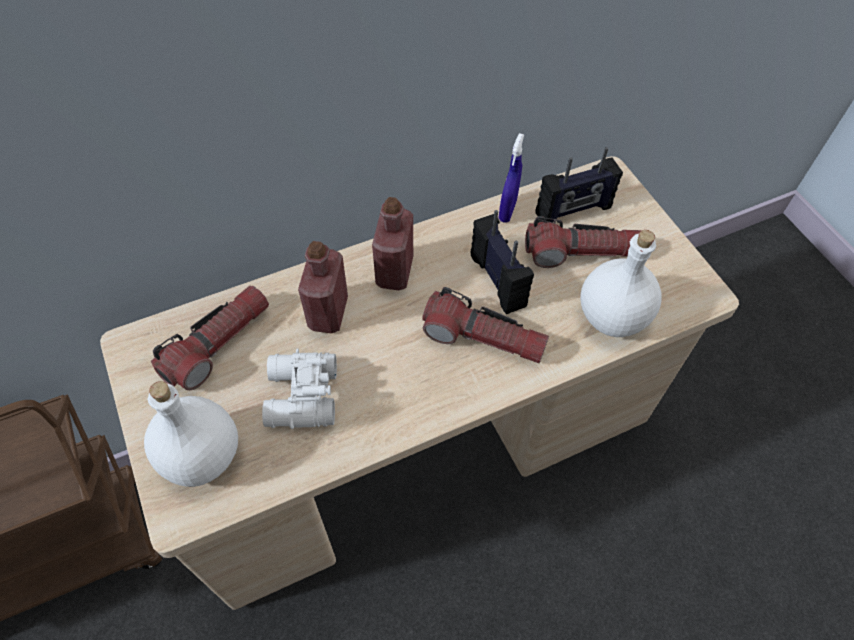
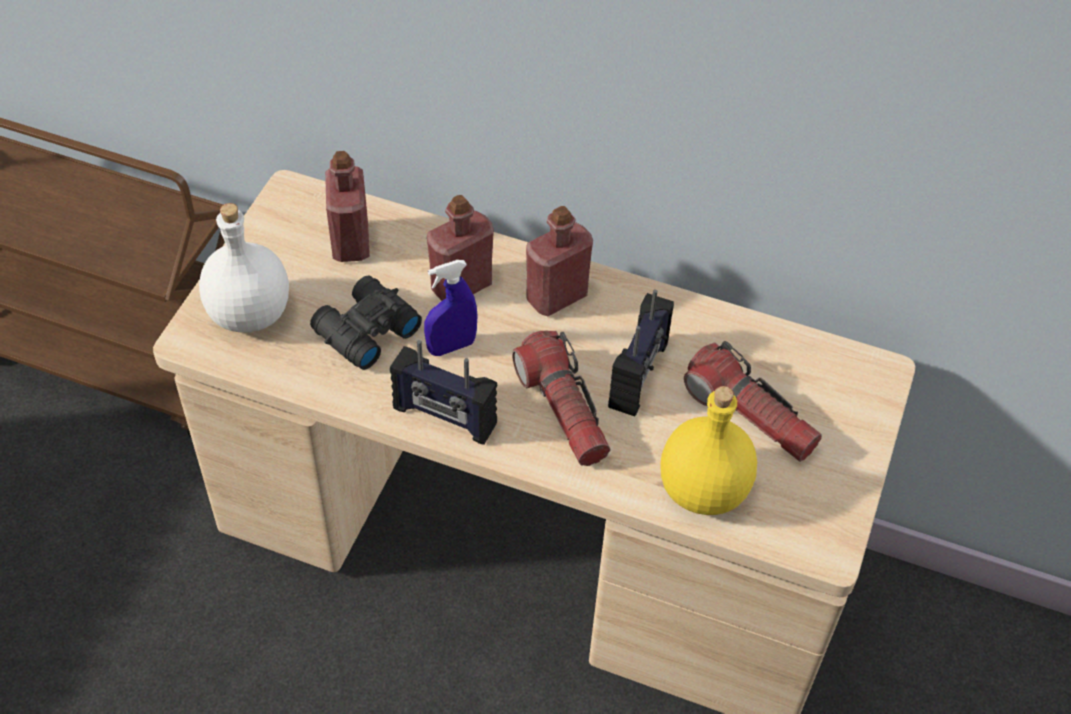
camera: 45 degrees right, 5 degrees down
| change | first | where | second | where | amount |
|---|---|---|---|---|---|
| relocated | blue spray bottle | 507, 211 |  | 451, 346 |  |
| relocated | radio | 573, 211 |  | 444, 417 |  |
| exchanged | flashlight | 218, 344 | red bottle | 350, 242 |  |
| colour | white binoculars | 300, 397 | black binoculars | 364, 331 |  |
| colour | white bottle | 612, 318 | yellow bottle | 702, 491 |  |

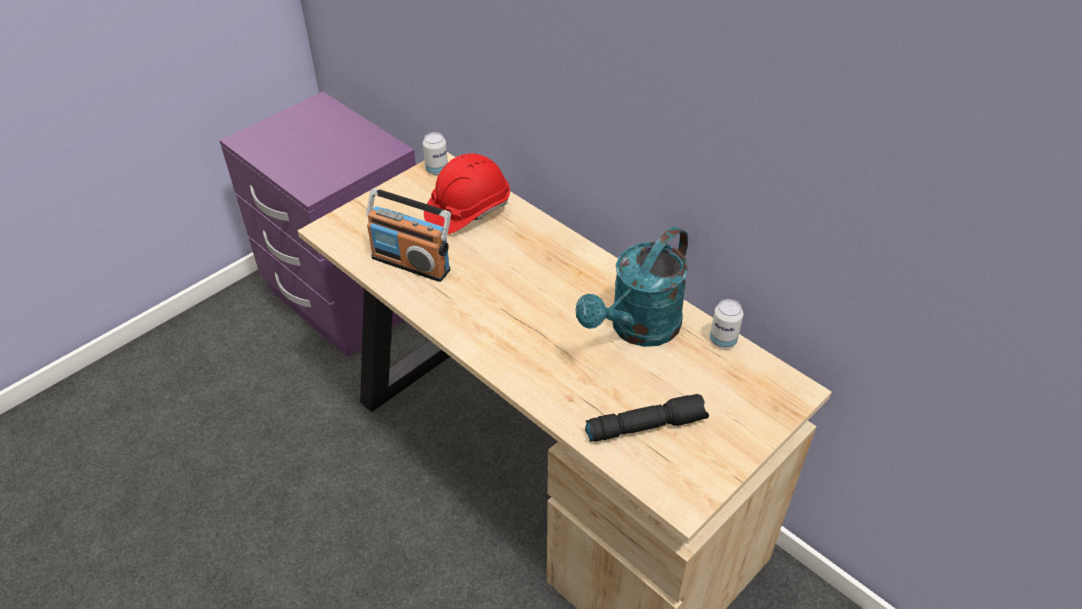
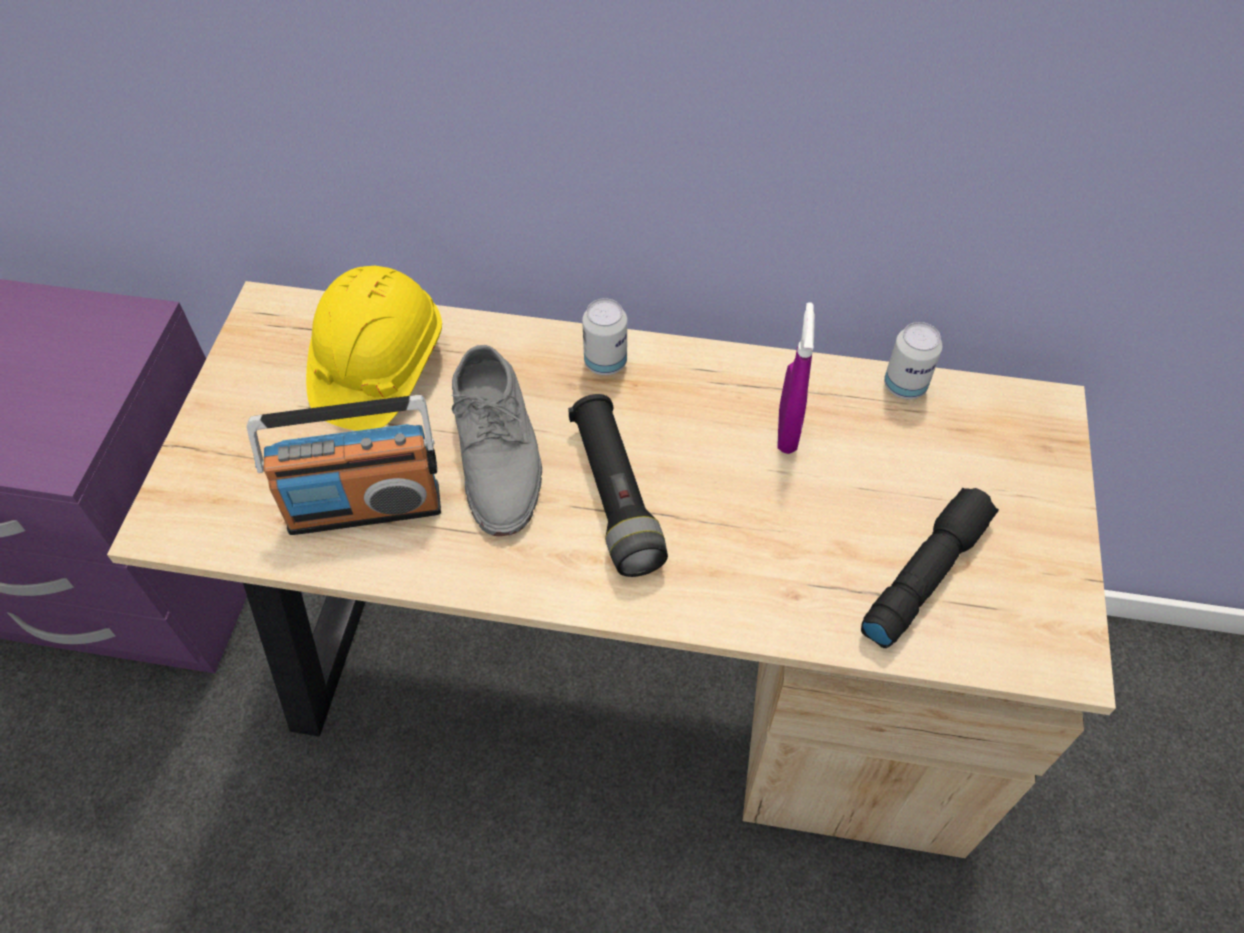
camera: 35 degrees left, 10 degrees up
| change | first | where | second | where | amount |
|---|---|---|---|---|---|
| appeared |  |  | grey shoe | 498, 451 |  |
| appeared |  |  | black flashlight | 615, 496 |  |
| relocated | can | 437, 170 |  | 605, 362 |  |
| exchanged | turquoise watering can | 637, 329 | purple spray bottle | 787, 431 |  |
| colour | red hard hat | 467, 210 | yellow hard hat | 378, 368 |  |

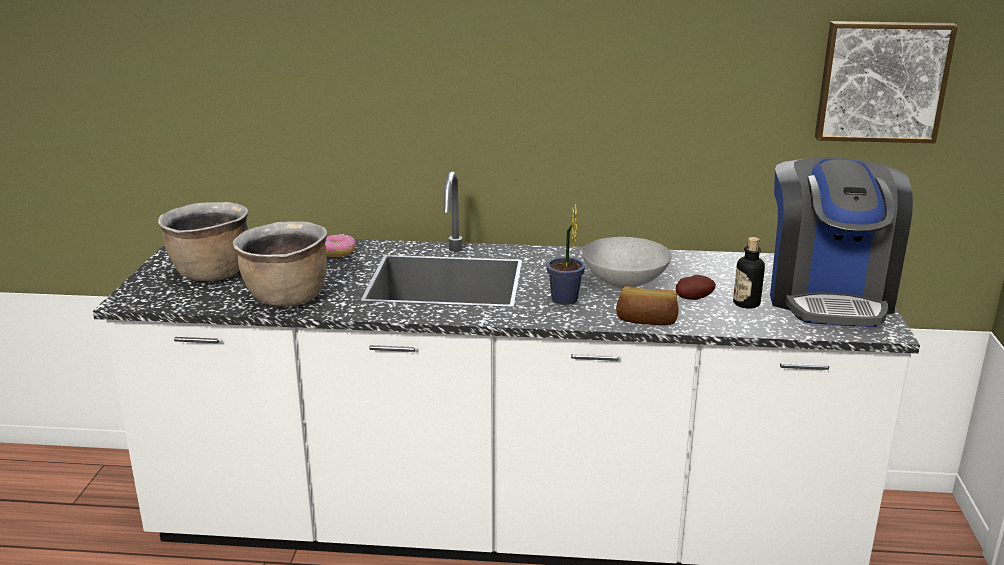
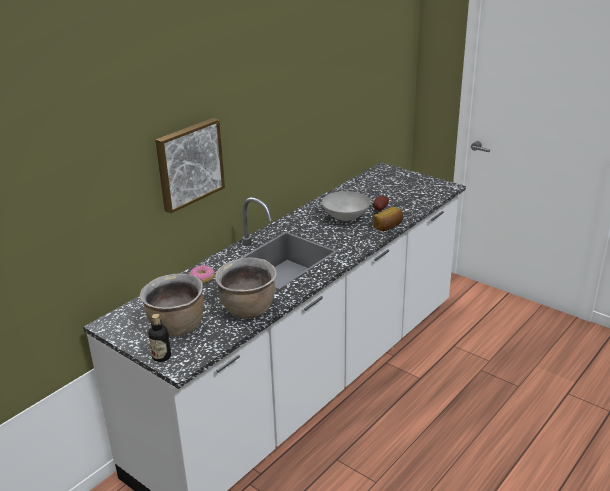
camera: 55 degrees left, 5 degrees up
| change | first | where | second | where | amount |
|---|---|---|---|---|---|
| missing | potted plant | 564, 301 |  |  |  |
| missing | coffee machine | 828, 296 |  |  |  |
| relocated | bottle | 746, 303 |  | 161, 356 |  |
| relocated | picture | 881, 81 |  | 188, 164 |  |

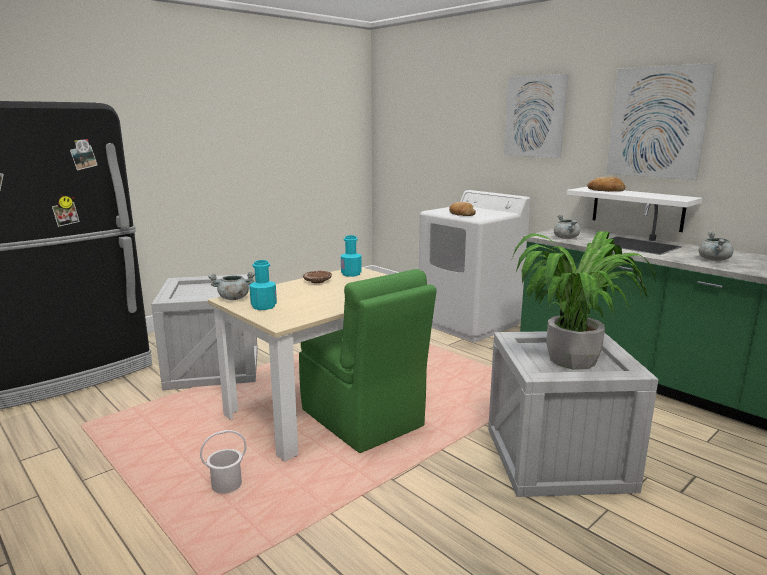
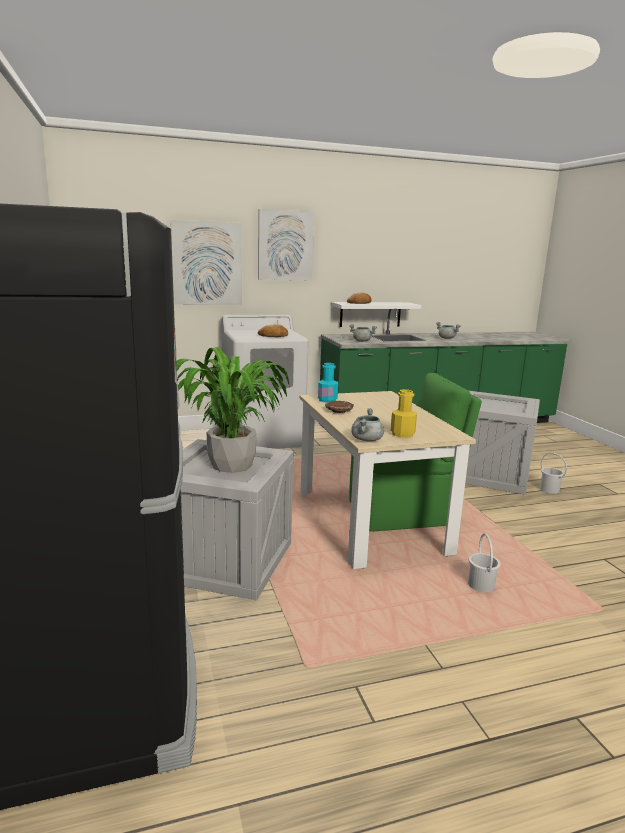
camera: 65 degrees left, 0 degrees up
| change | first | where | second | where | amount |
|---|---|---|---|---|---|
| appeared |  |  | white bucket | 549, 489 |  |
| relocated | potted plant | 572, 361 |  | 232, 465 |  |
| relocated | picture | 657, 122 |  | 207, 263 |  |
| colour | turquoise bottle | 264, 306 | yellow bottle | 402, 434 |  |

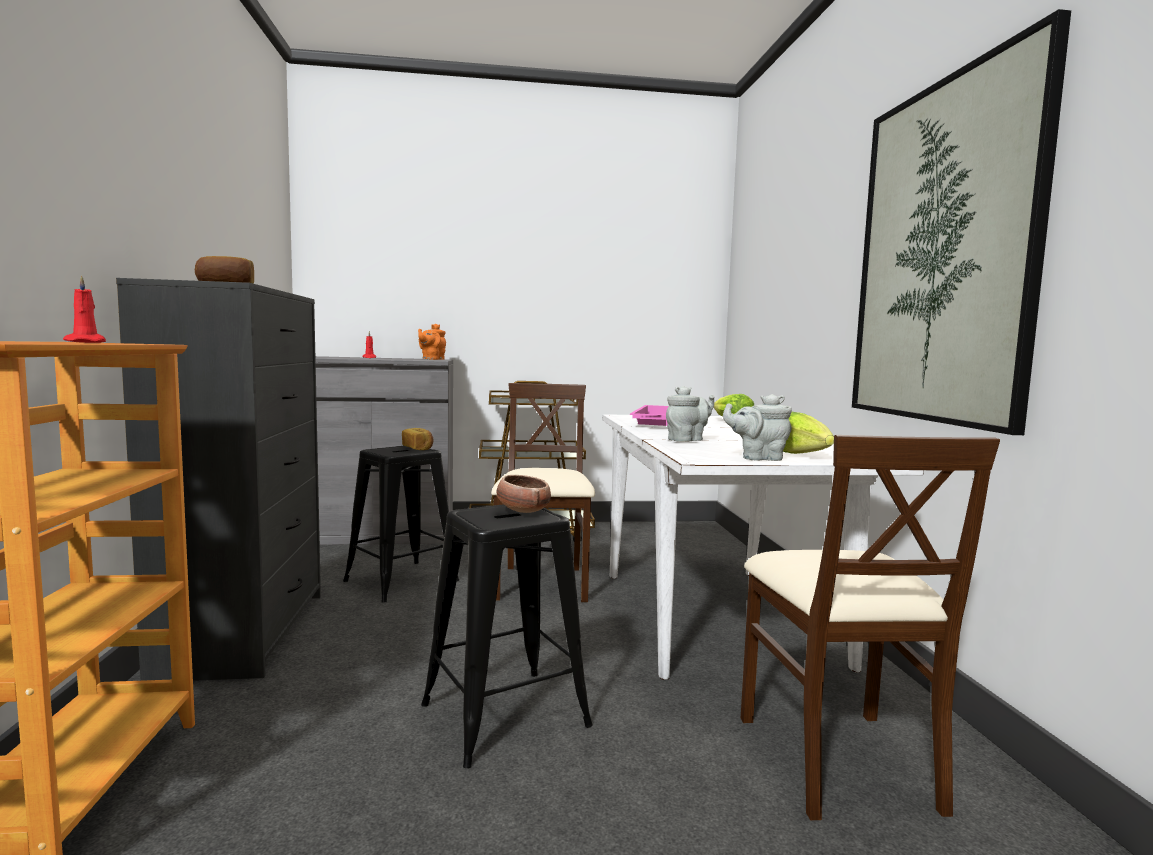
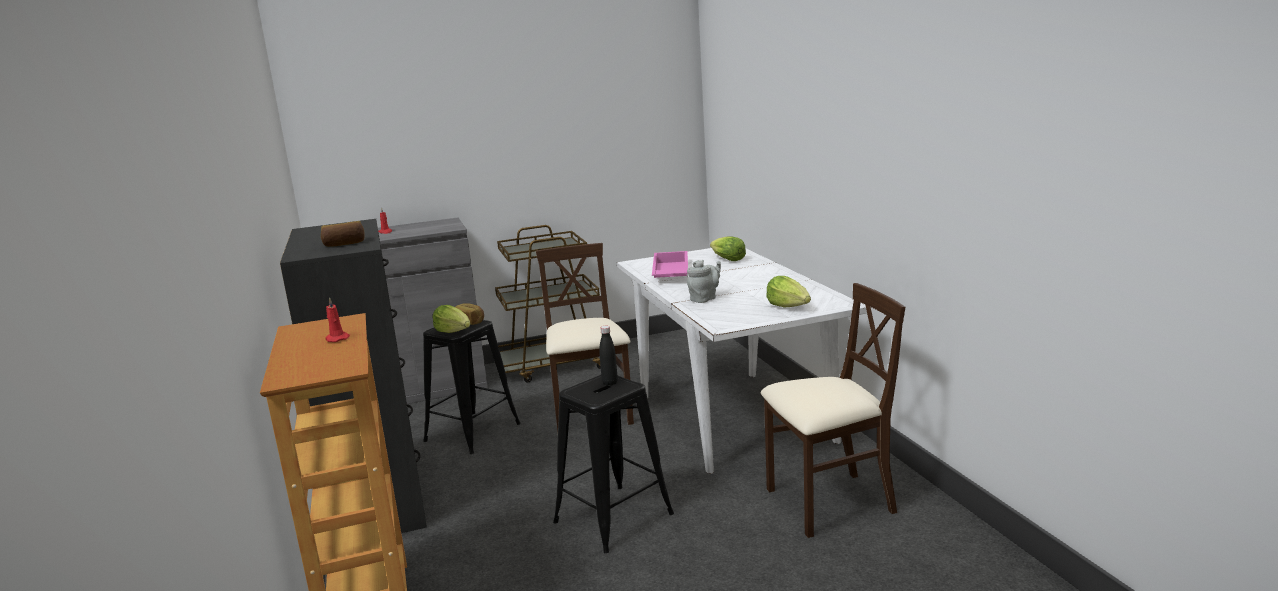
camera: 10 degrees left, 10 degrees up
| change | first | where | second | where | amount |
|---|---|---|---|---|---|
| missing | orange teapot | 432, 359 |  |  |  |
| missing | grey teapot | 758, 458 |  |  |  |
| missing | picture | 942, 252 |  |  |  |
| appeared |  |  | lettuce | 454, 332 |  |
| exchanged | bowl | 523, 511 | black bottle | 610, 383 |  |
| spun | beige chair | 837, 759 |  | 829, 503 | 90 degrees counterclockwise |

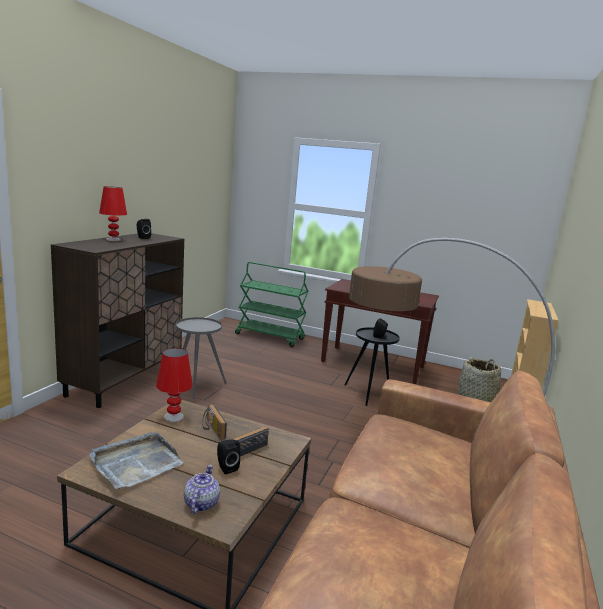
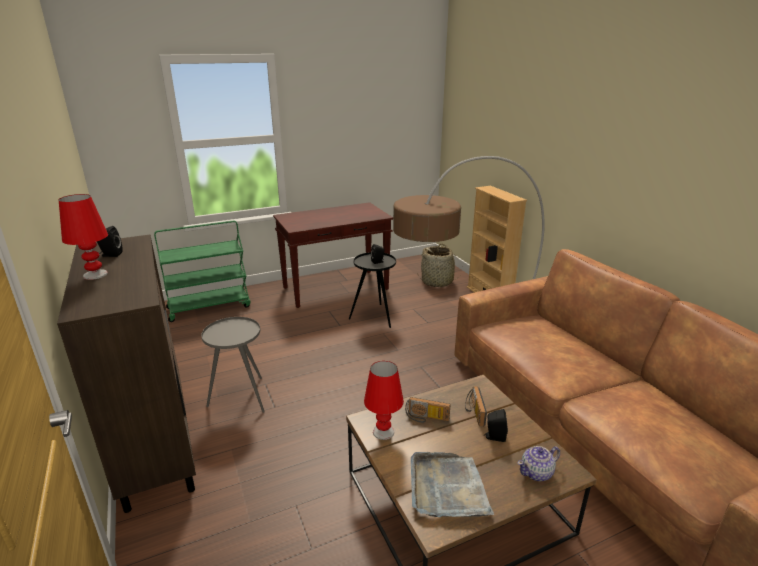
camera: 45 degrees left, 10 degrees up
| change | first | where | second | where | amount |
|---|---|---|---|---|---|
| spun | teapot | 200, 504 |  | 537, 473 | 75 degrees counterclockwise |

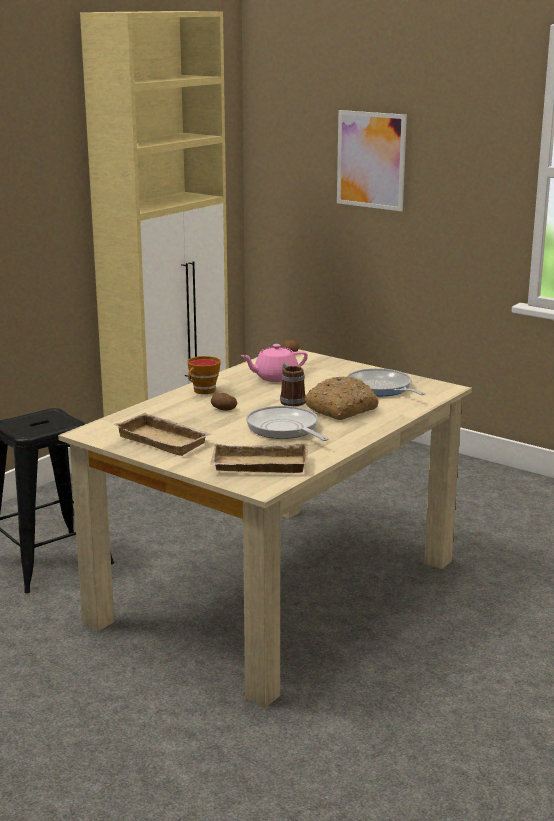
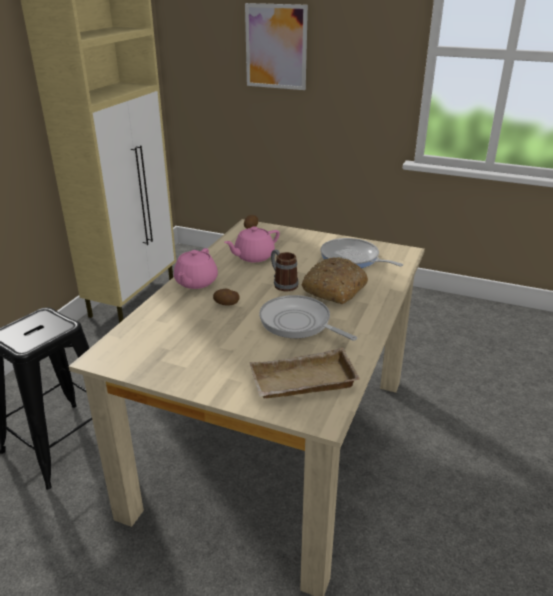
camera: 15 degrees left, 10 degrees up
| change | first | where | second | where | amount |
|---|---|---|---|---|---|
| missing | beige tray | 165, 440 |  |  |  |
| exchanged | cup | 203, 391 | pink teapot | 195, 282 |  |

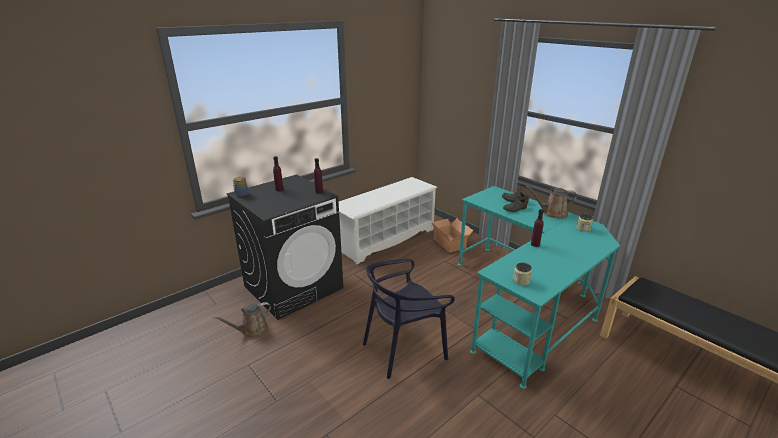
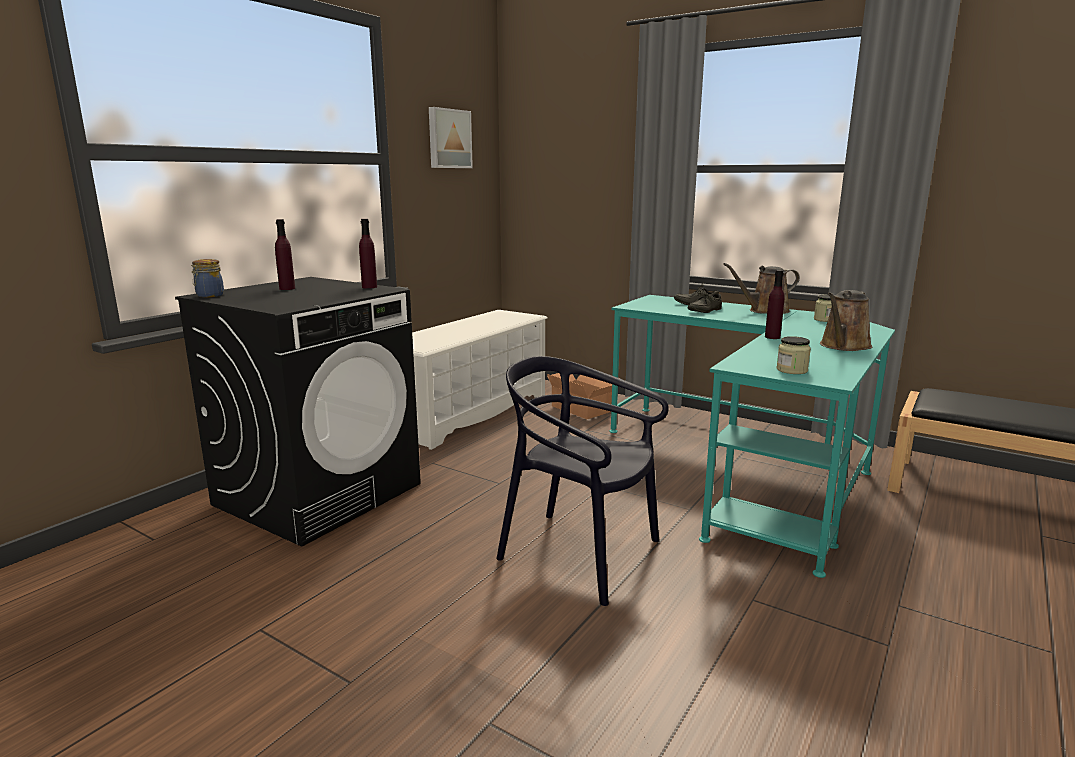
camera: 15 degrees left, 10 degrees down
| change | first | where | second | where | amount |
|---|---|---|---|---|---|
| appeared |  |  | picture | 448, 139 |  |
| relocated | brown watering can | 252, 330 |  | 843, 346 |  |
| spun | black chair | 404, 349 |  | 579, 554 | 75 degrees clockwise |

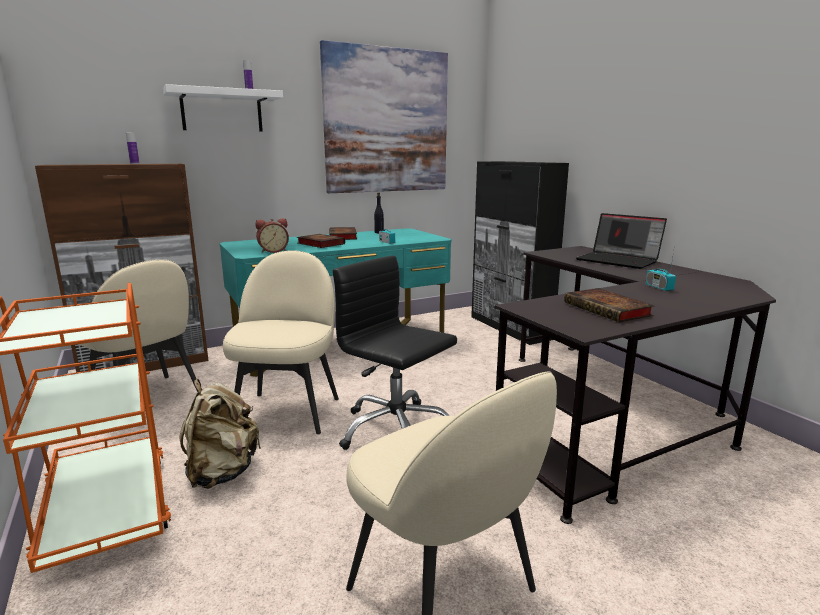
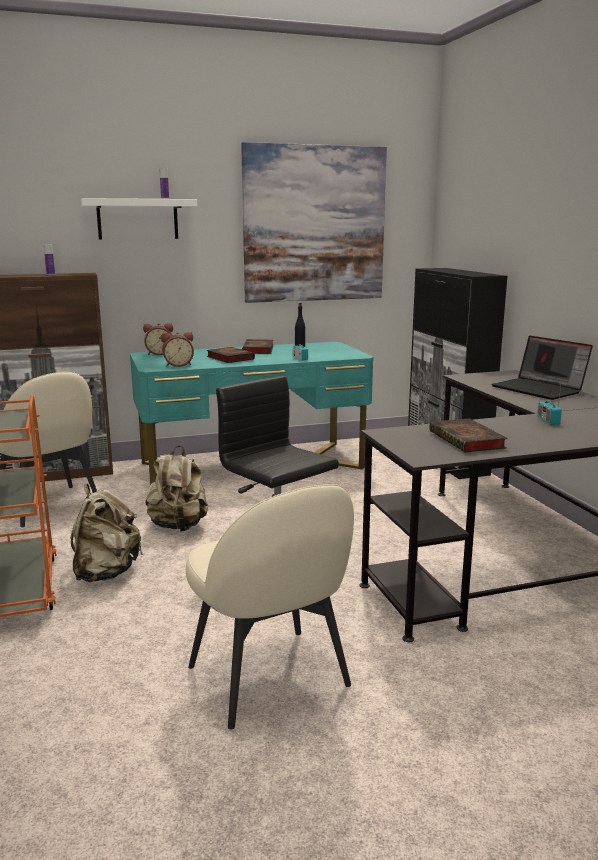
camera: 10 degrees right, 0 degrees up
| change | first | where | second | where | amount |
|---|---|---|---|---|---|
| appeared |  |  | alarm clock | 159, 353 |  |
| exchanged | beige chair | 288, 411 | beige backpack | 178, 526 |  |

